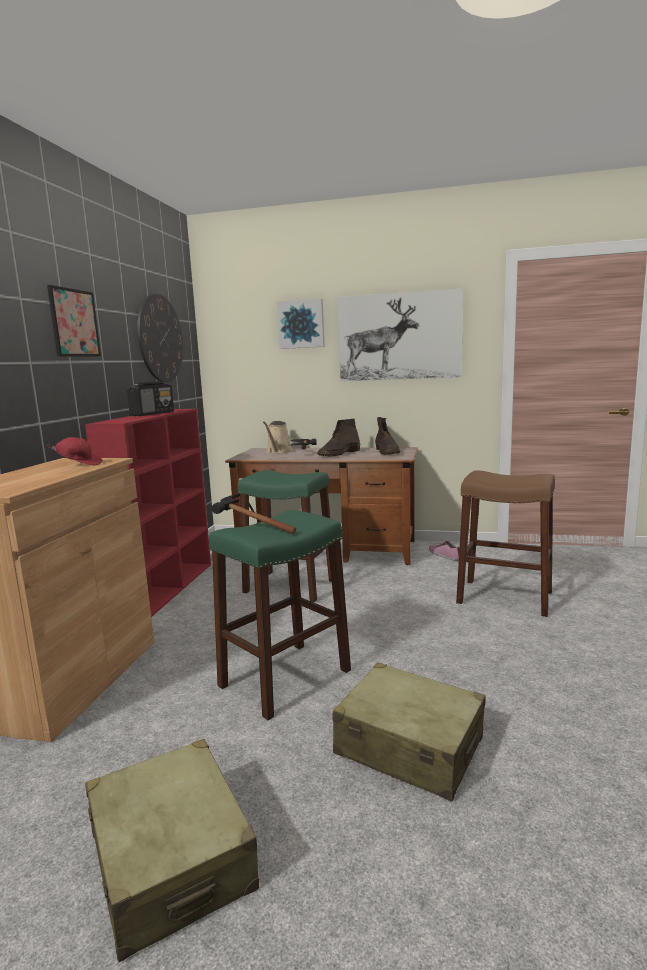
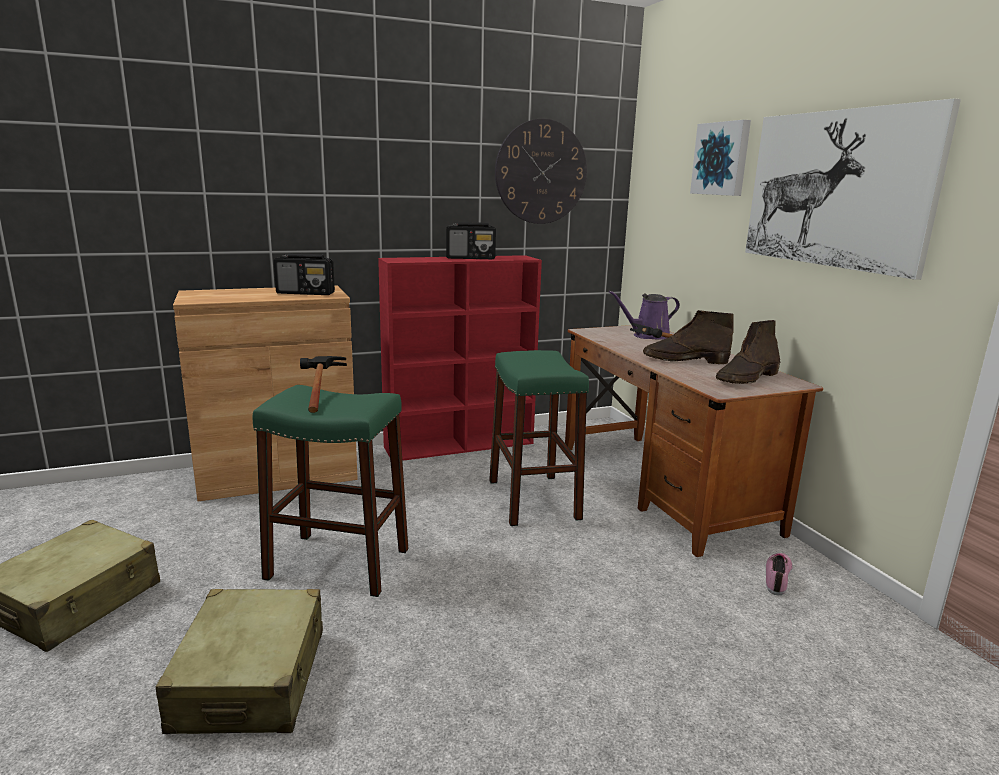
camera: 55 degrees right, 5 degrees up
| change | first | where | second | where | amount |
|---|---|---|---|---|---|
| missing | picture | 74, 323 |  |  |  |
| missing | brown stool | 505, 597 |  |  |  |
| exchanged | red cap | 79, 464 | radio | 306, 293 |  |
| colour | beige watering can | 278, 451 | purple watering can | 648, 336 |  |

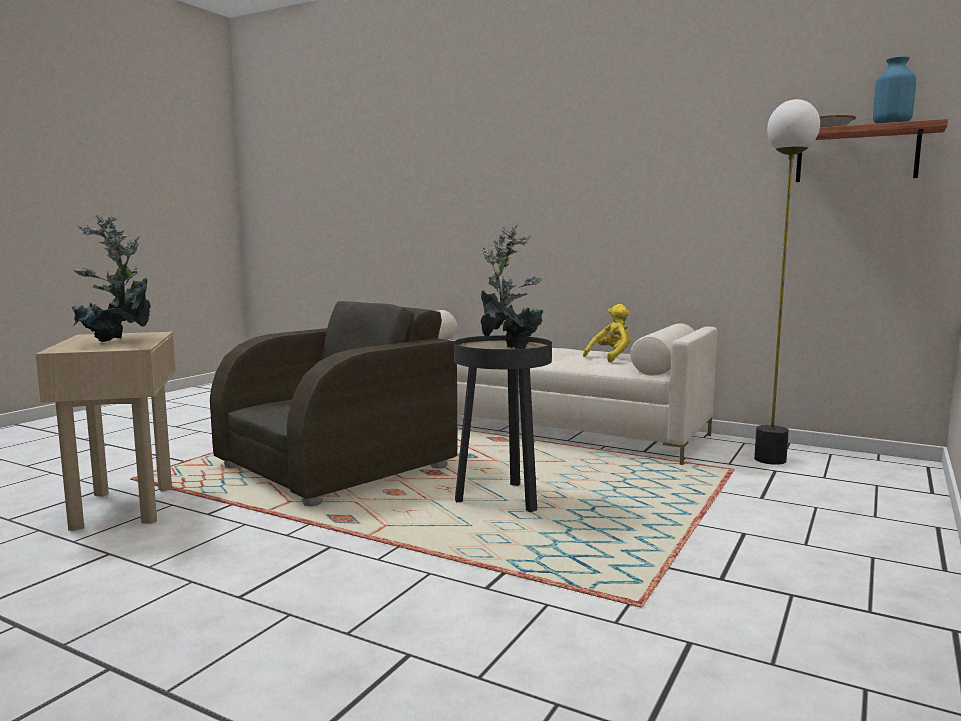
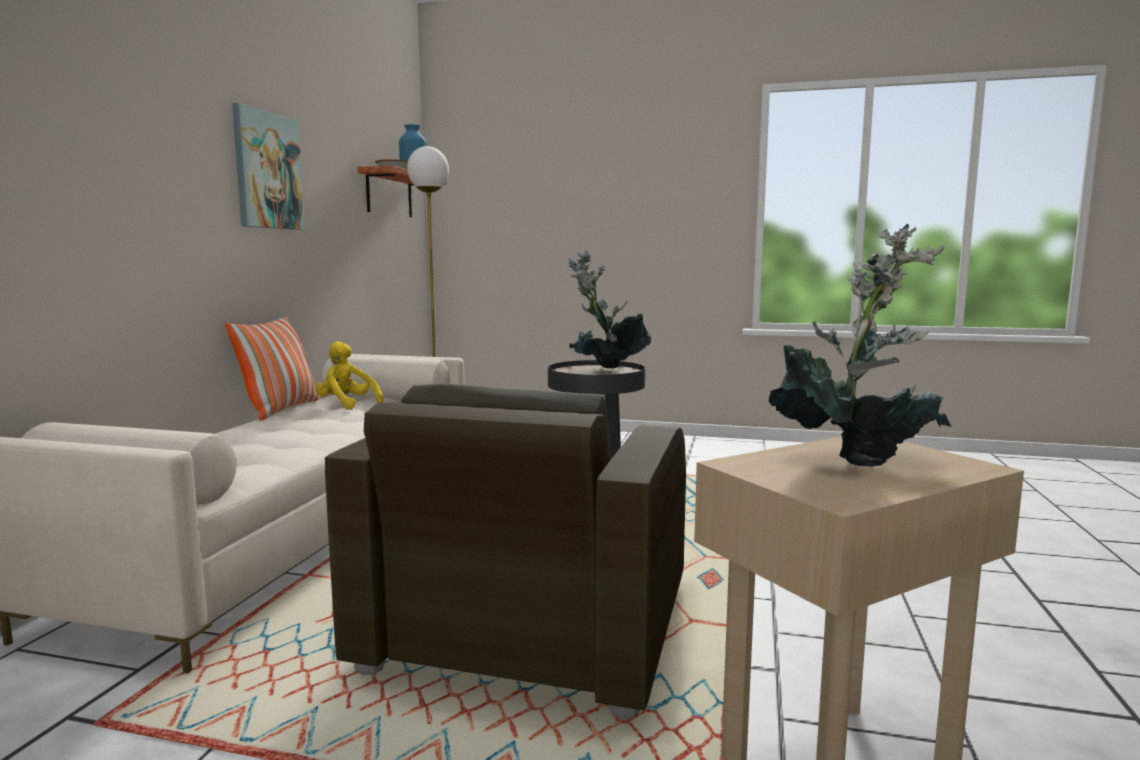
camera: 105 degrees left, 0 degrees up
| change | first | where | second | where | amount |
|---|---|---|---|---|---|
| appeared |  |  | pillow | 280, 410 |  |
| appeared |  |  | picture | 267, 171 |  |
| spun | brown armchair | 338, 467 |  | 530, 626 | 105 degrees counterclockwise |

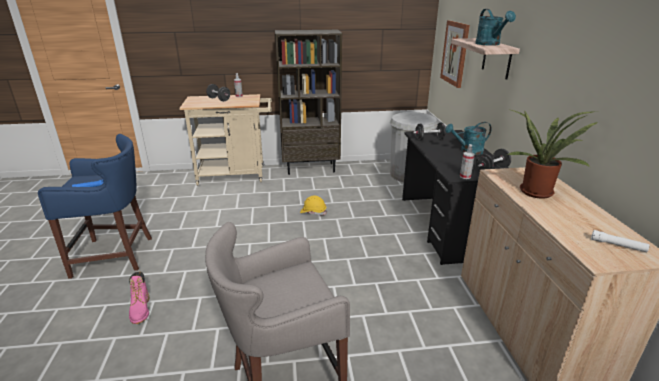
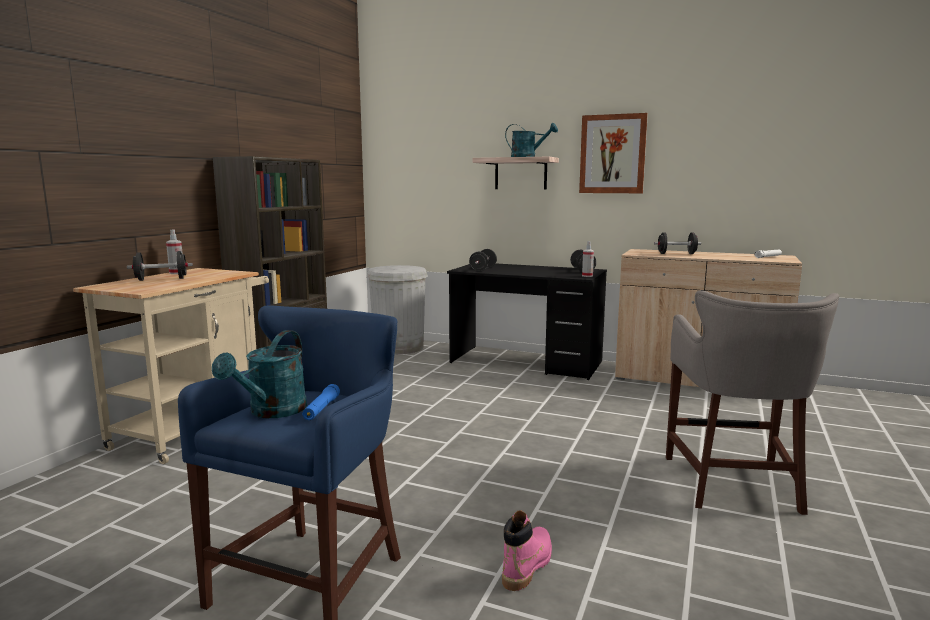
camera: 60 degrees left, 15 degrees down
| change | first | where | second | where | amount |
|---|---|---|---|---|---|
| missing | yellow hard hat | 313, 212 |  |  |  |
| relocated | picture | 455, 53 |  | 612, 154 |  |
| relocated | turquoise watering can | 467, 151 |  | 272, 412 |  |
| exchanged | potted plant | 537, 191 | black dumbbell | 676, 254 |  |
| spun | pink boot | 140, 310 |  | 527, 565 | 75 degrees counterclockwise |

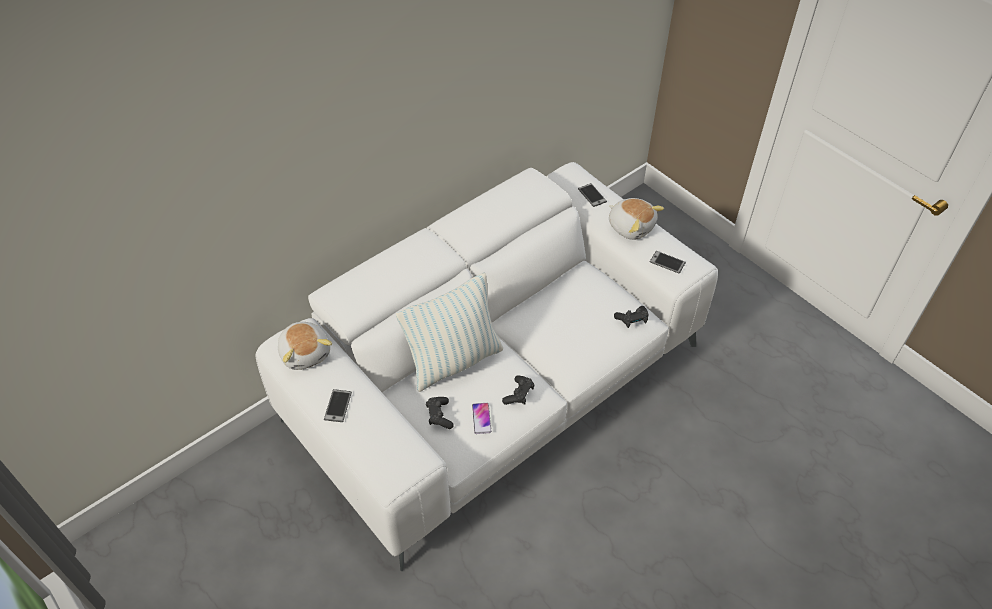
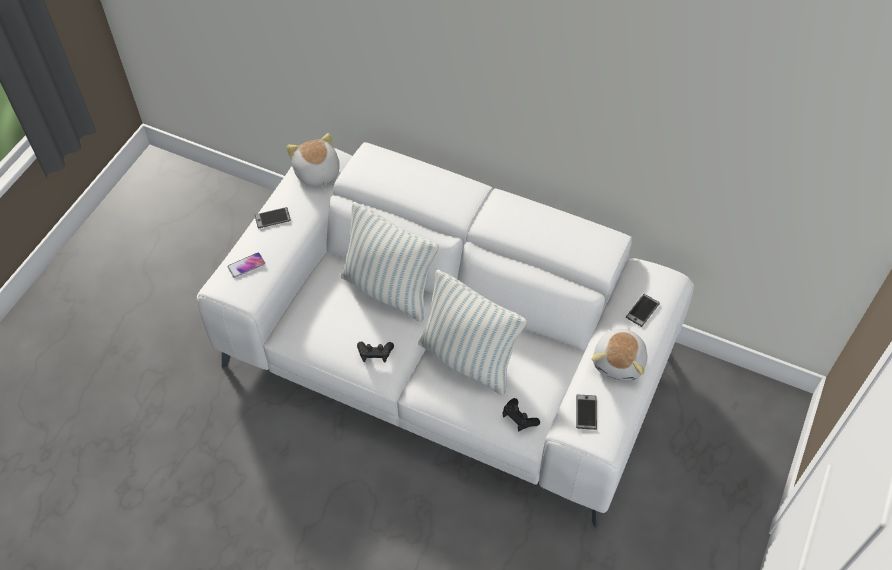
camera: 65 degrees right, 5 degrees up
| change | first | where | second | where | amount |
|---|---|---|---|---|---|
| missing | black game controller | 439, 416 |  |  |  |
| appeared |  |  | pillow | 468, 359 |  |
| relocated | phone | 481, 418 |  | 246, 265 |  |
| spun | plush toy | 306, 352 |  | 316, 173 | 120 degrees clockwise |

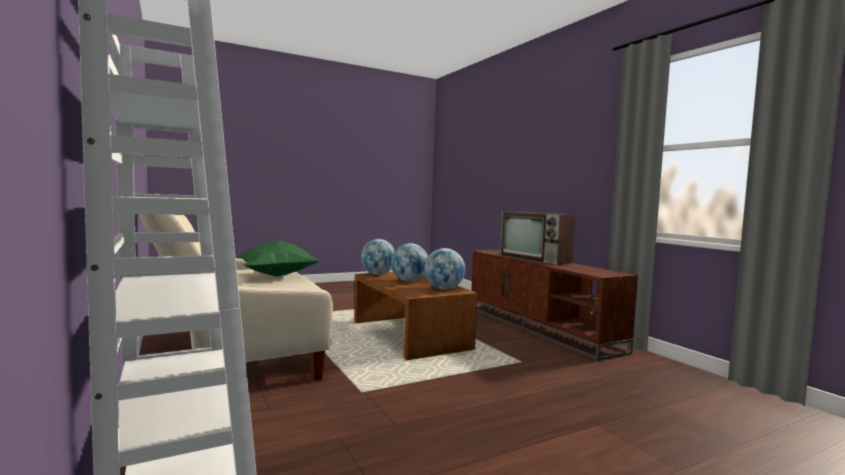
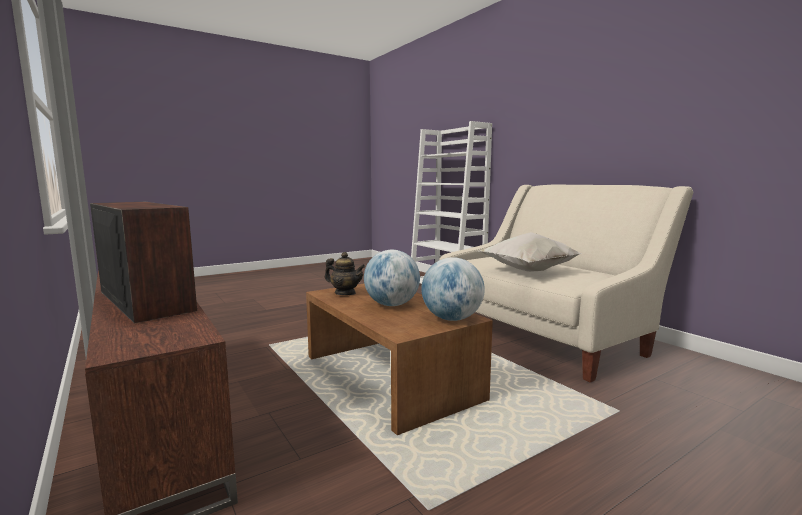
camera: 175 degrees right, 5 degrees up
| change | first | where | second | where | amount |
|---|---|---|---|---|---|
| exchanged | globe | 443, 289 | teapot | 345, 293 |  |
| colour | green pillow | 279, 276 | white pillow | 526, 271 |  |

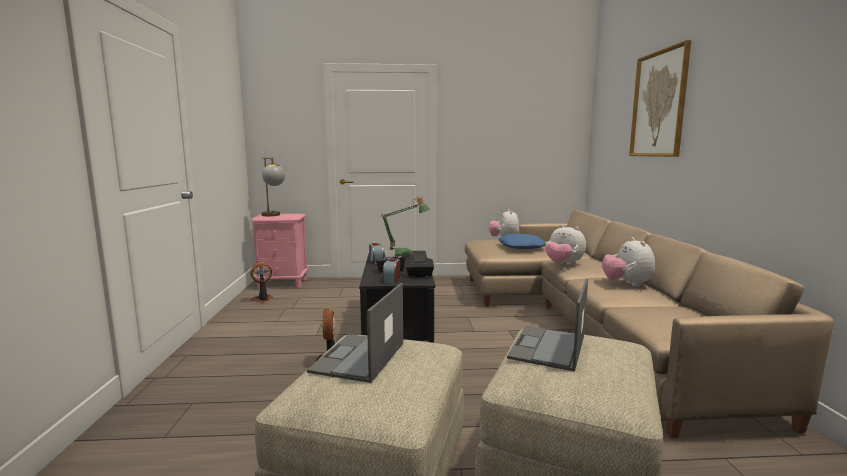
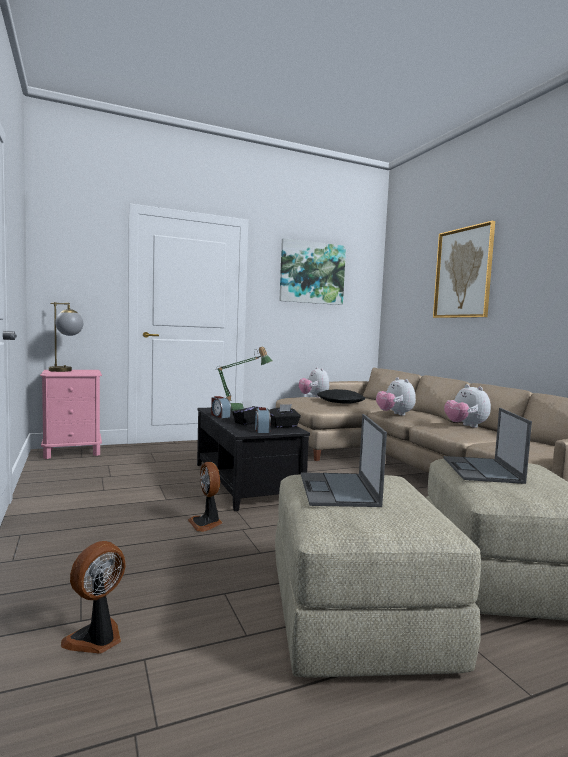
camera: 20 degrees left, 5 degrees down
| change | first | where | second | where | amount |
|---|---|---|---|---|---|
| appeared |  |  | picture | 312, 273 |  |
| relocated | fan | 263, 299 |  | 97, 639 |  |
| colour | blue pillow | 521, 247 | black pillow | 341, 402 |  |
| spun | plush toy | 563, 264 |  | 395, 414 | 45 degrees clockwise |

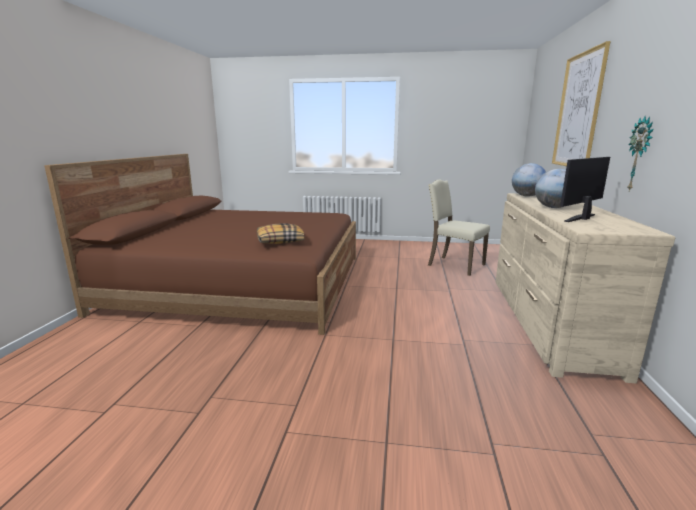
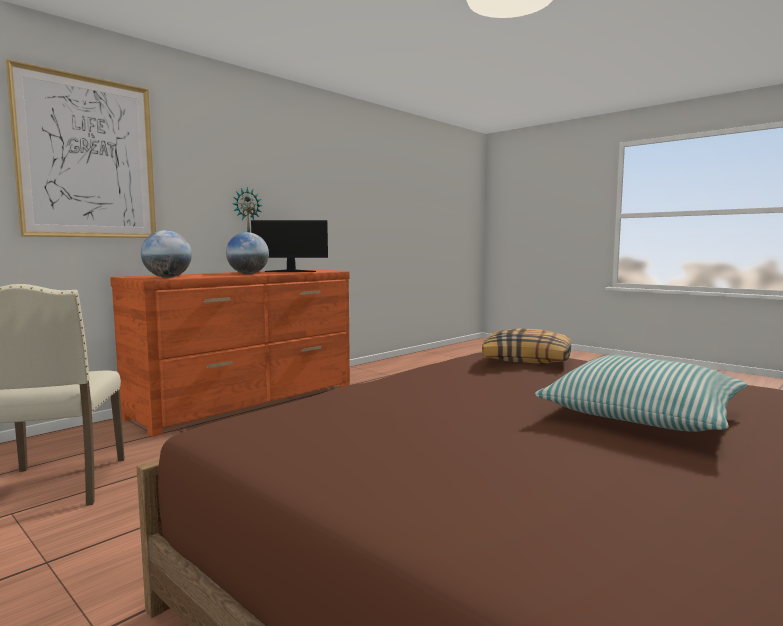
camera: 145 degrees left, 10 degrees down
| change | first | where | second | where | amount |
|---|---|---|---|---|---|
| appeared |  |  | pillow | 641, 413 |  |
| colour | beige dresser | 548, 322 | orange dresser | 248, 401 |  |

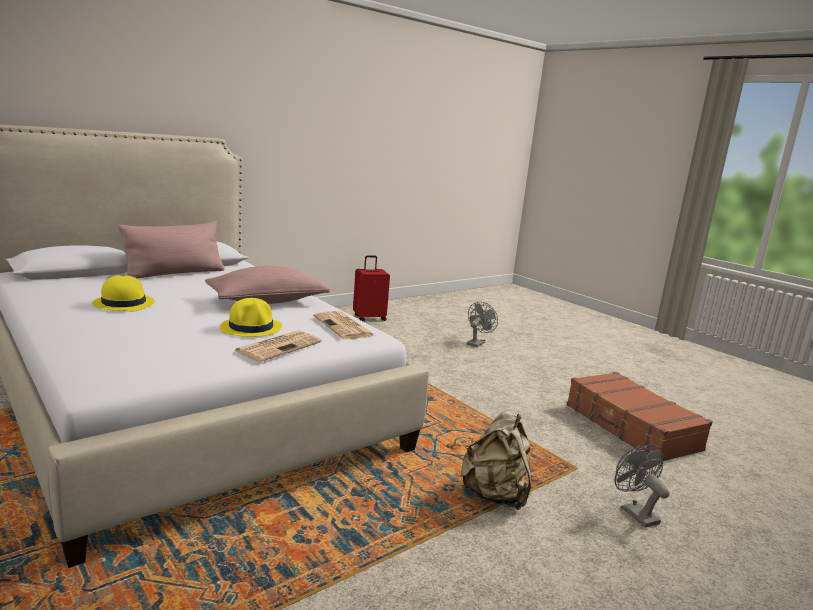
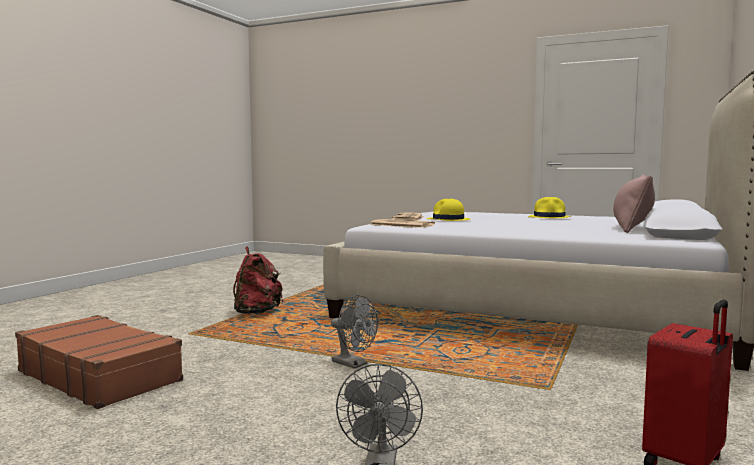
camera: 155 degrees right, 10 degrees down
| change | first | where | second | where | amount |
|---|---|---|---|---|---|
| missing | pink pillow | 267, 301 |  |  |  |
| relocated | grey fan | 634, 512 |  | 354, 364 |  |
| colour | beige backpack | 494, 495 | red backpack | 256, 313 |  |

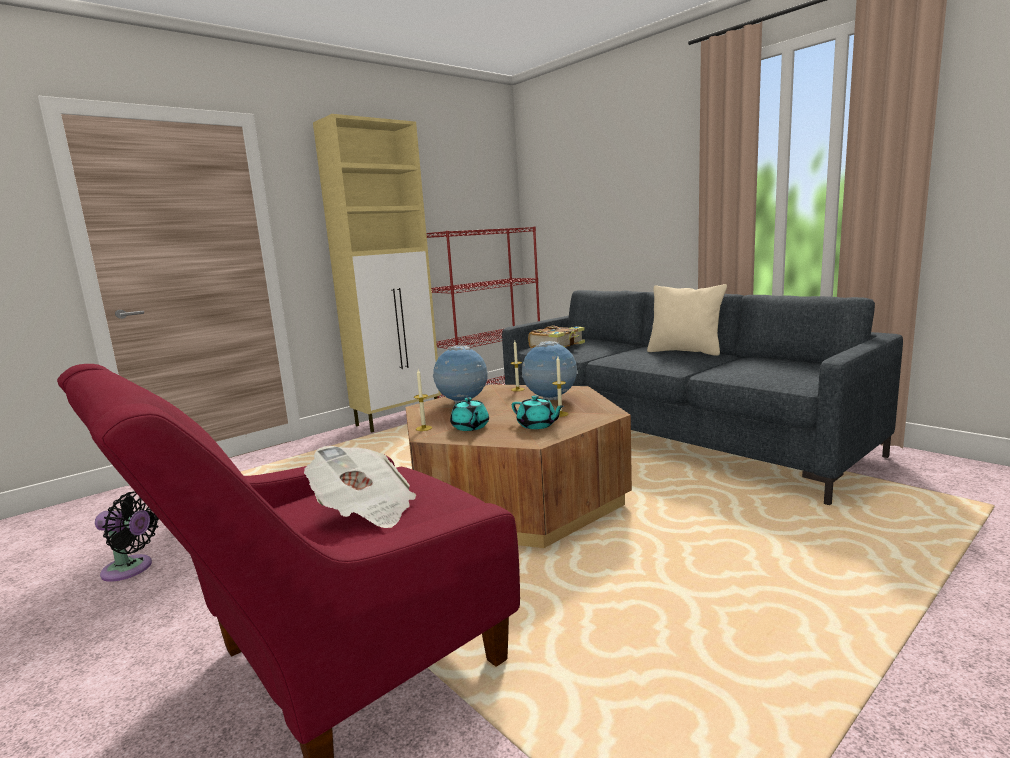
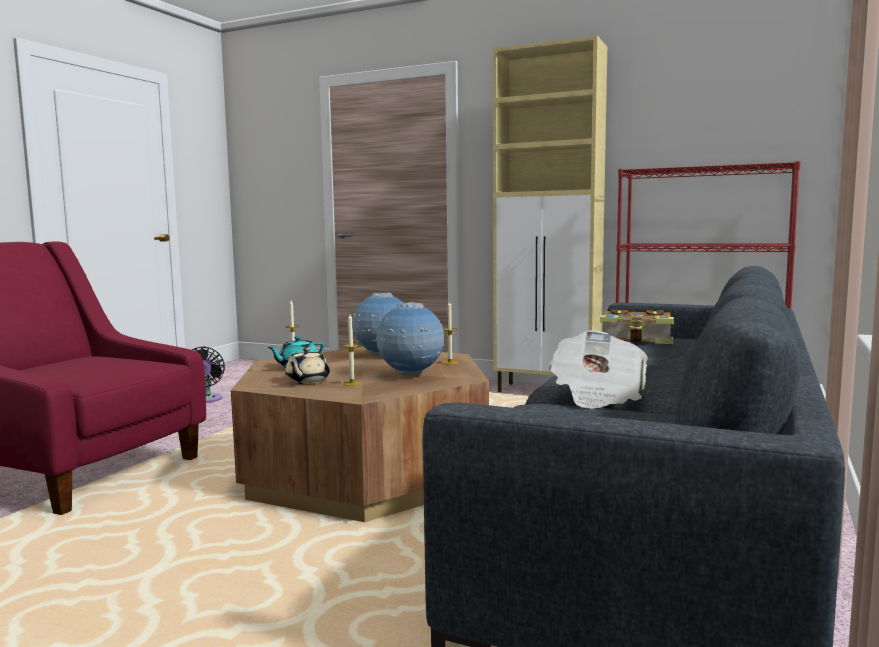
camera: 65 degrees right, 5 degrees down
| change | first | where | second | where | amount |
|---|---|---|---|---|---|
| missing | beige pillow | 685, 352 |  |  |  |
| relocated | newspaper | 365, 510 |  | 597, 396 |  |
| colour | turquoise teapot | 537, 425 | beige teapot | 307, 381 |  |

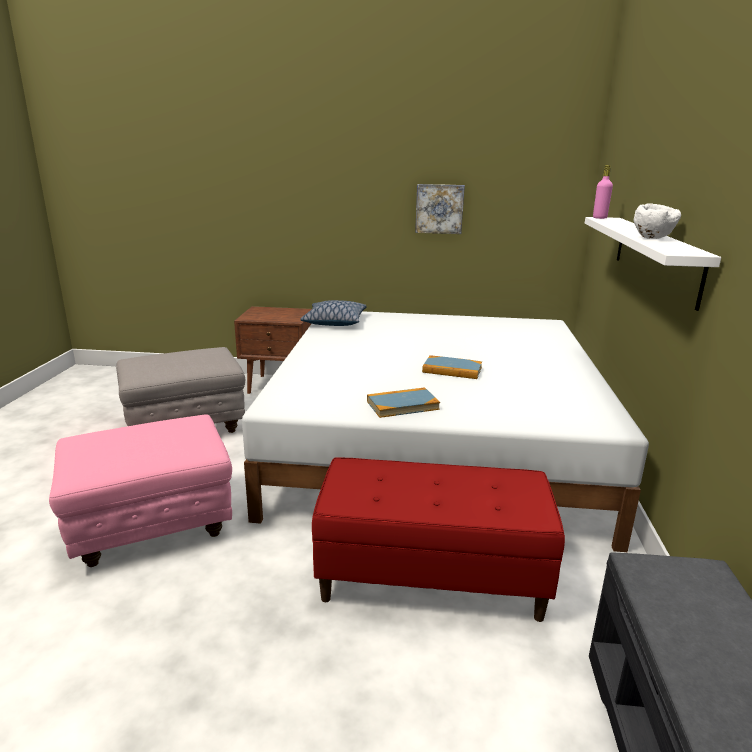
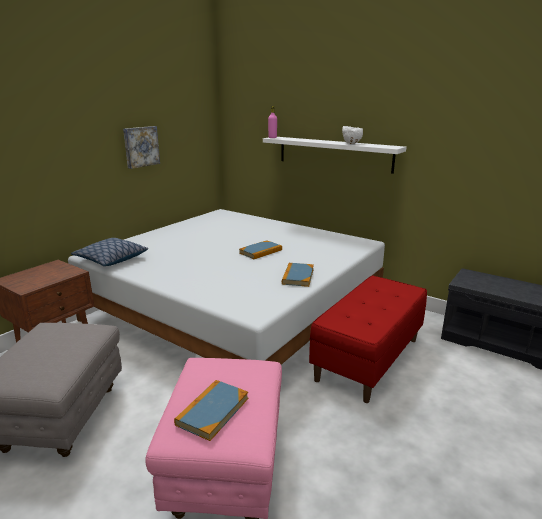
camera: 60 degrees left, 0 degrees up
| change | first | where | second | where | amount |
|---|---|---|---|---|---|
| appeared |  |  | book | 212, 411 |  |

